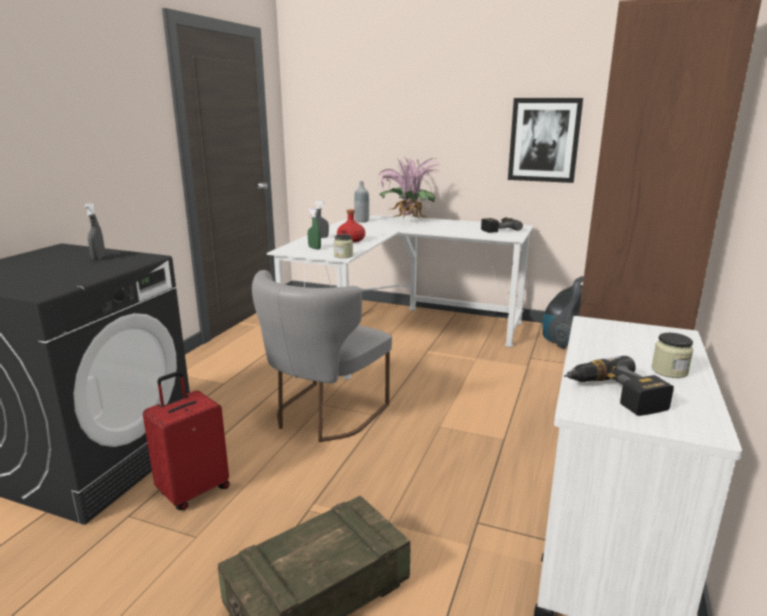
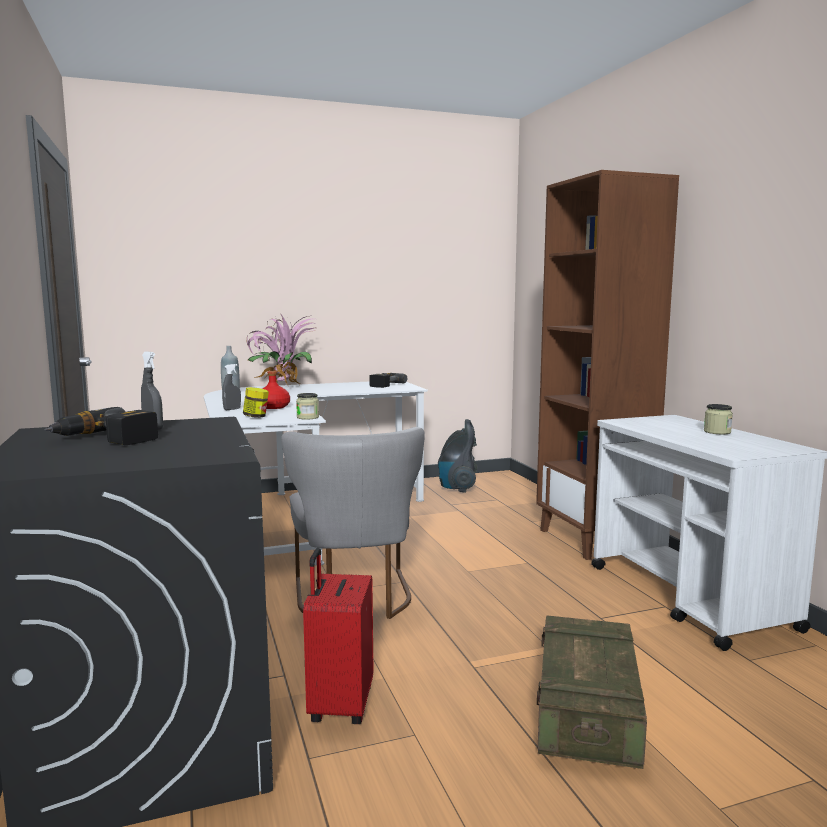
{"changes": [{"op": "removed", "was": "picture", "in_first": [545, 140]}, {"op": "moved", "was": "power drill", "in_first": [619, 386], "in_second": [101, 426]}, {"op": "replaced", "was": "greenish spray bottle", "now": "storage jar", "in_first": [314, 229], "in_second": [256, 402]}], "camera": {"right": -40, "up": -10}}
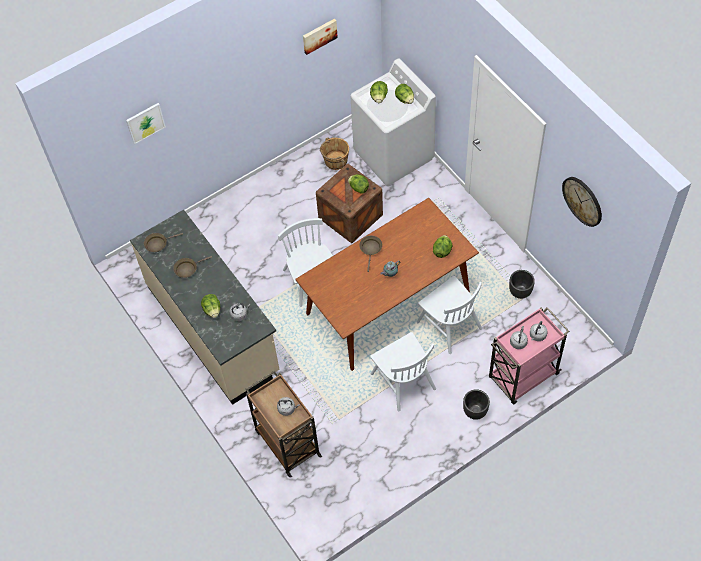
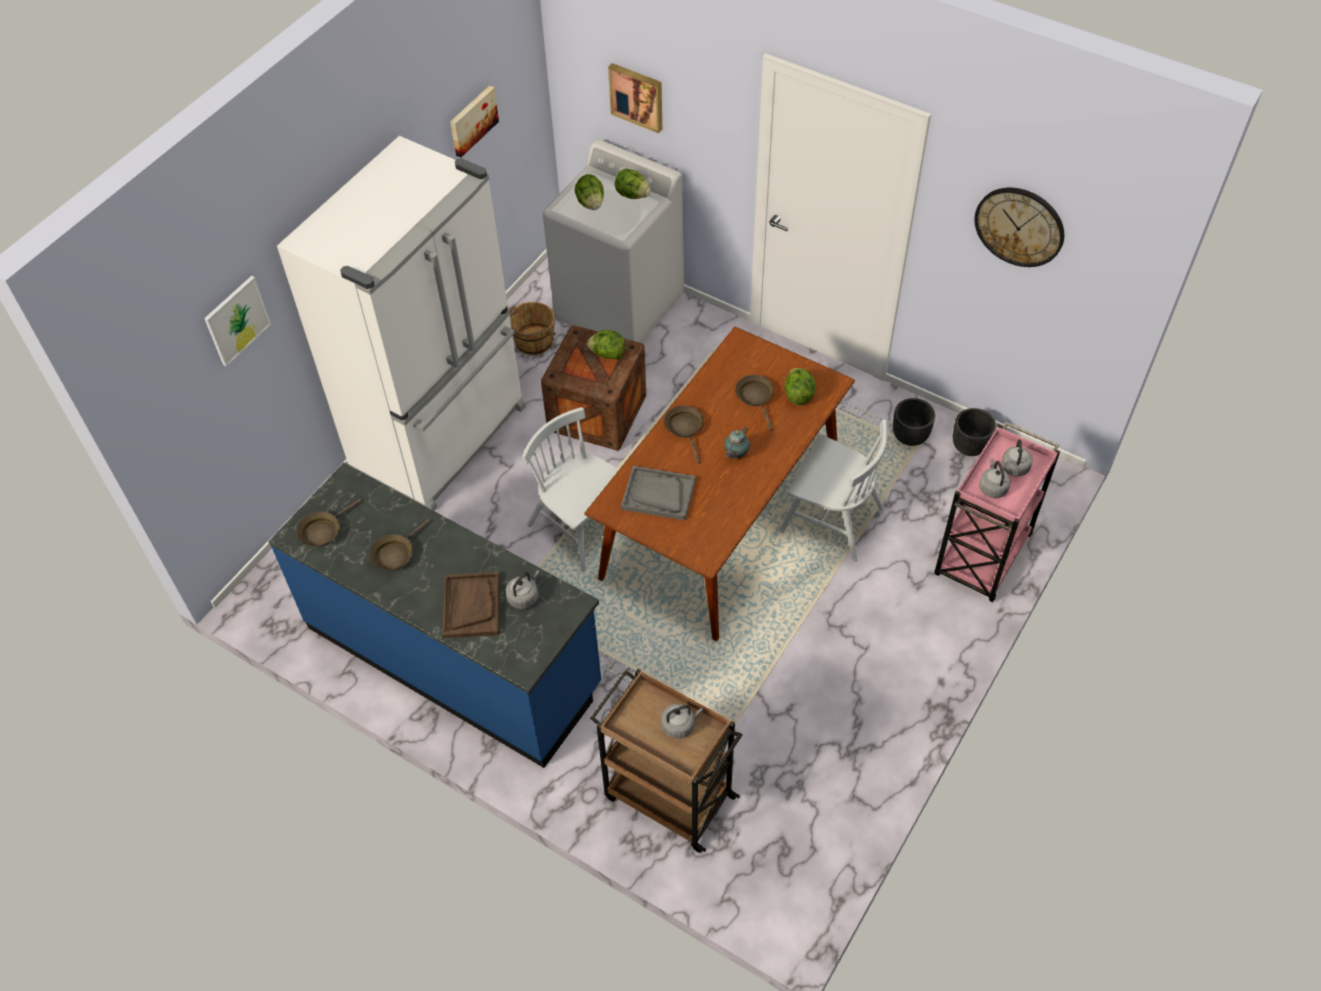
{"changes": [{"op": "removed", "was": "white-coloured chair", "in_first": [403, 371]}, {"op": "added", "now": "white-coloured refrigerator", "in_second": [401, 323]}, {"op": "added", "now": "picture", "in_second": [635, 98]}, {"op": "added", "now": "gray carrying tray", "in_second": [658, 493]}, {"op": "added", "now": "brown skillet", "in_second": [754, 403]}, {"op": "moved", "was": "black-coloured flower pot", "in_first": [476, 404], "in_second": [974, 432]}, {"op": "replaced", "was": "lettuce", "now": "brown carrying tray", "in_first": [210, 306], "in_second": [471, 605]}, {"op": "recoloured", "was": "beige-coloured counter", "now": "blue-coloured counter", "in_first": [205, 307], "in_second": [434, 615]}], "camera": {"right": -25, "up": -5}}
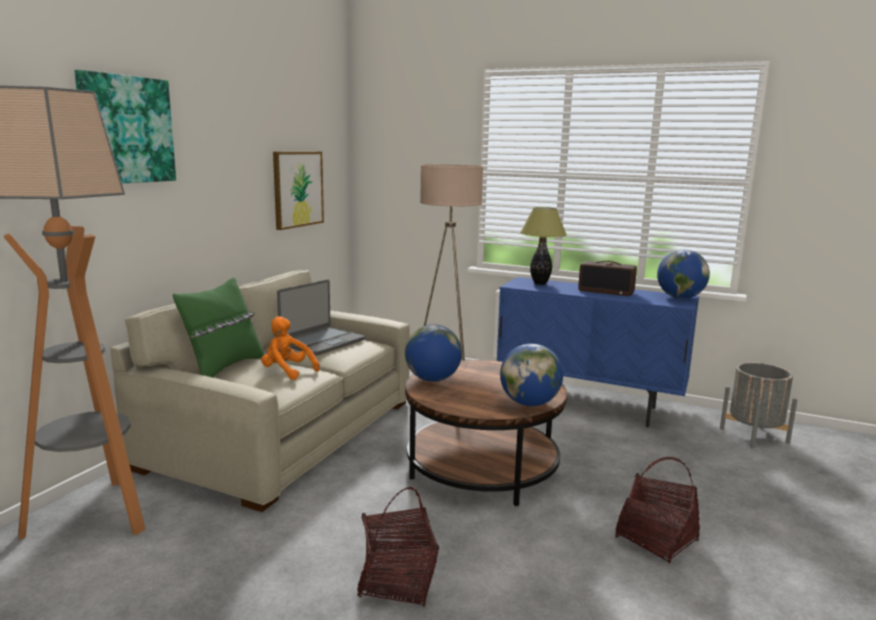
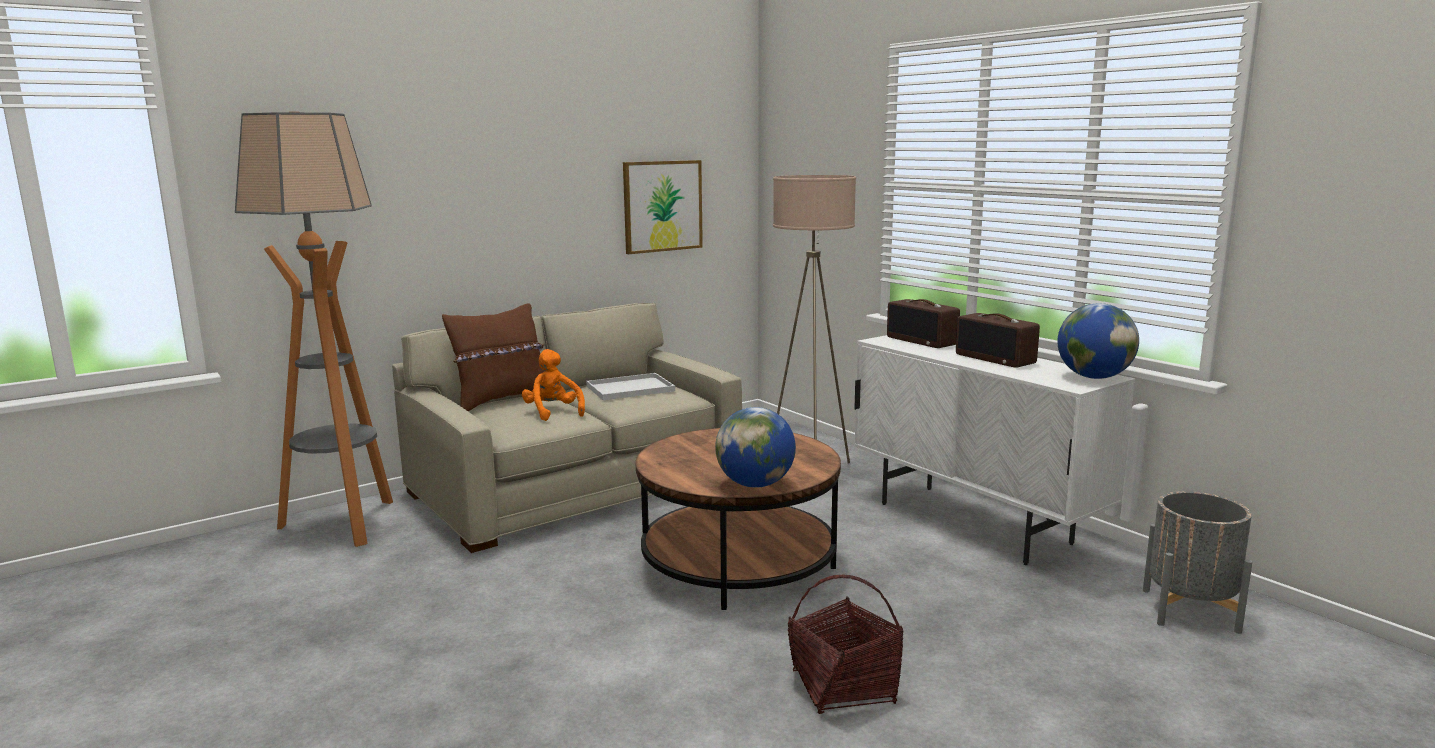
{"changes": [{"op": "removed", "was": "picture", "in_first": [125, 127]}, {"op": "removed", "was": "household basket", "in_first": [398, 547]}, {"op": "removed", "was": "desk globe", "in_first": [433, 353]}, {"op": "replaced", "was": "portable computer", "now": "white-coloured carrying tray", "in_first": [321, 317], "in_second": [630, 386]}, {"op": "replaced", "was": "table lamp", "now": "radio set", "in_first": [543, 246], "in_second": [923, 323]}, {"op": "recoloured", "was": "greenish throw pillow", "now": "brown throw pillow", "in_first": [218, 327], "in_second": [493, 357]}, {"op": "recoloured", "was": "blue-coloured cupboard", "now": "white-coloured cupboard", "in_first": [598, 352], "in_second": [994, 450]}], "camera": {"right": 30, "up": 0}}
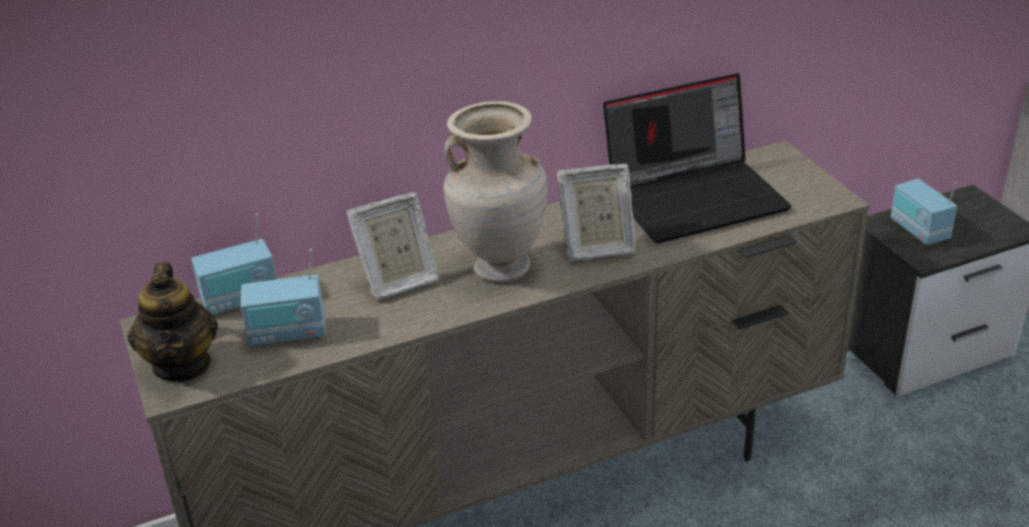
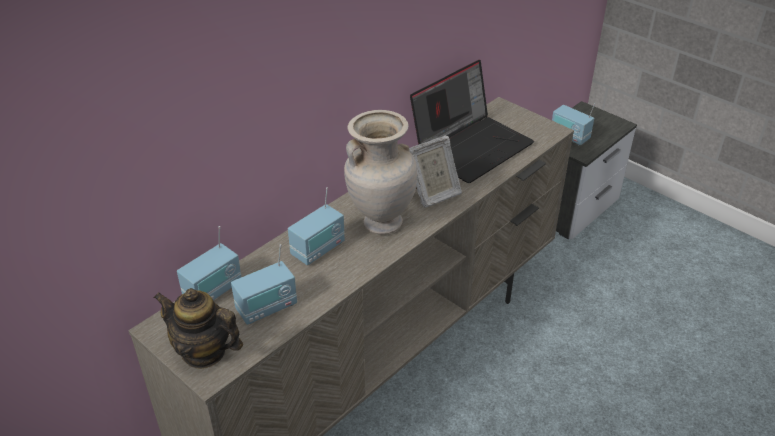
{"changes": [{"op": "replaced", "was": "photo frame", "now": "radio set", "in_first": [392, 246], "in_second": [316, 226]}, {"op": "turned", "was": "teapot", "in_first": [172, 322], "in_second": [198, 328], "clockwise": 150}], "camera": {"right": -25, "up": 5}}
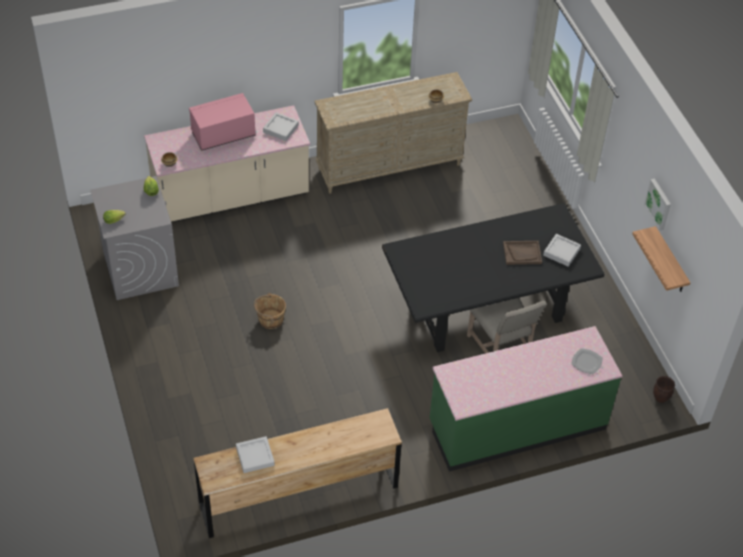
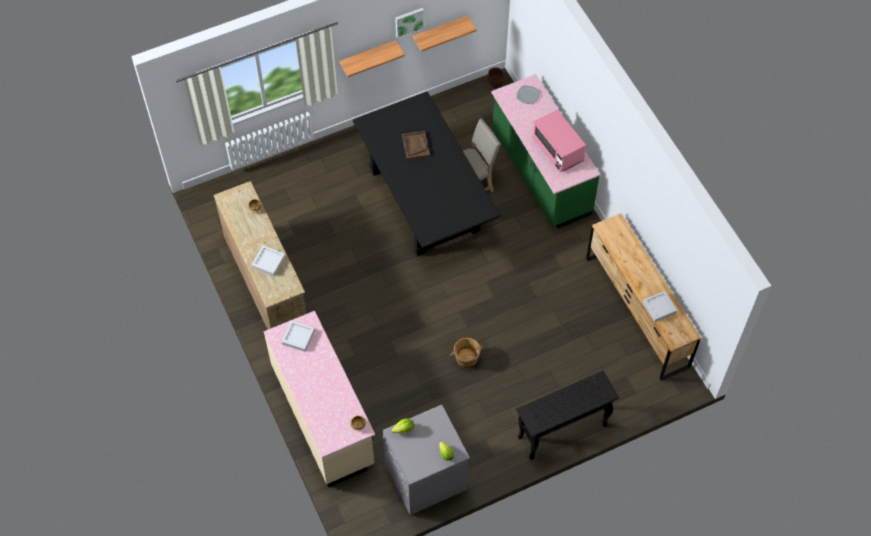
{"changes": [{"op": "added", "now": "shelf", "in_second": [372, 58]}, {"op": "added", "now": "black-coloured narrow table", "in_second": [567, 415]}, {"op": "moved", "was": "pink kitchen microwave", "in_first": [222, 122], "in_second": [559, 141]}, {"op": "moved", "was": "gray carrying tray", "in_first": [562, 250], "in_second": [269, 260]}], "camera": {"right": -95, "up": 10}}
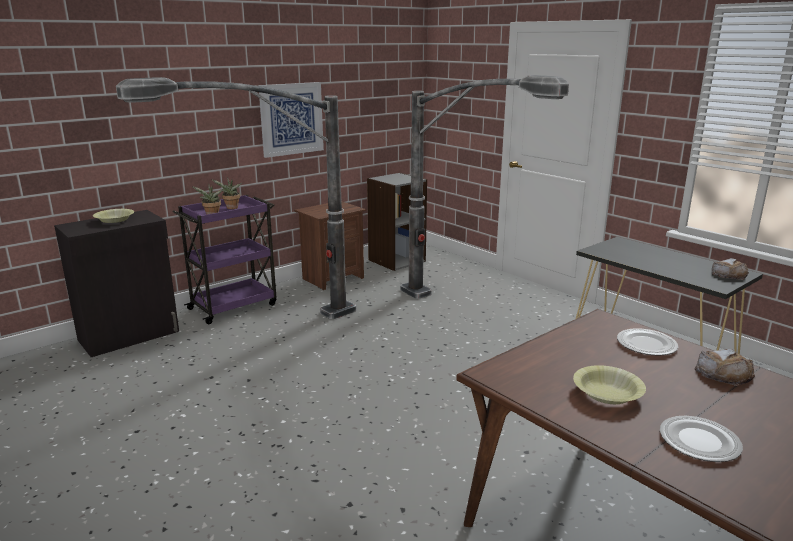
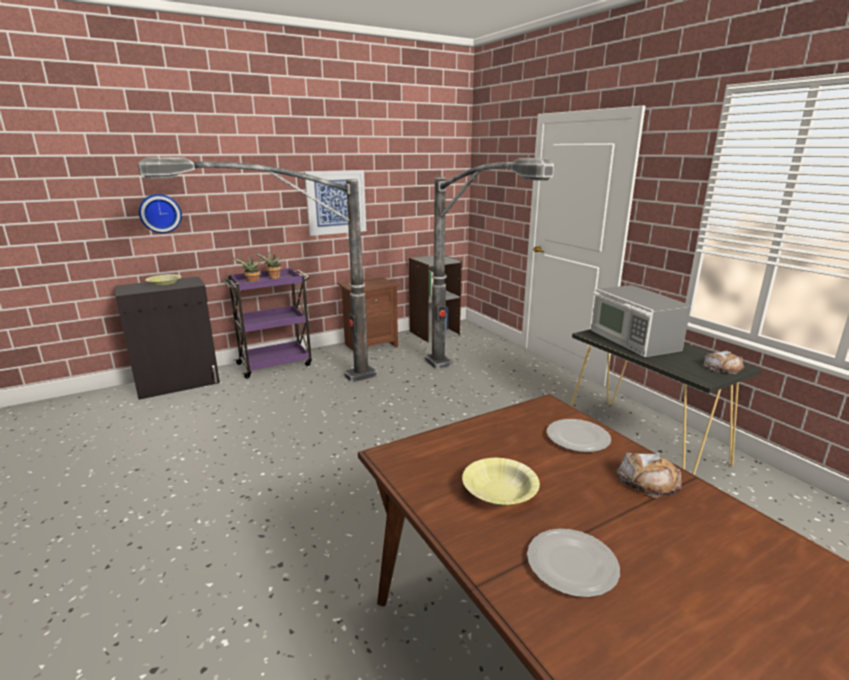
{"changes": [{"op": "added", "now": "wall clock", "in_second": [160, 213]}, {"op": "added", "now": "kitchen microwave", "in_second": [641, 321]}], "camera": {"right": 10, "up": 0}}
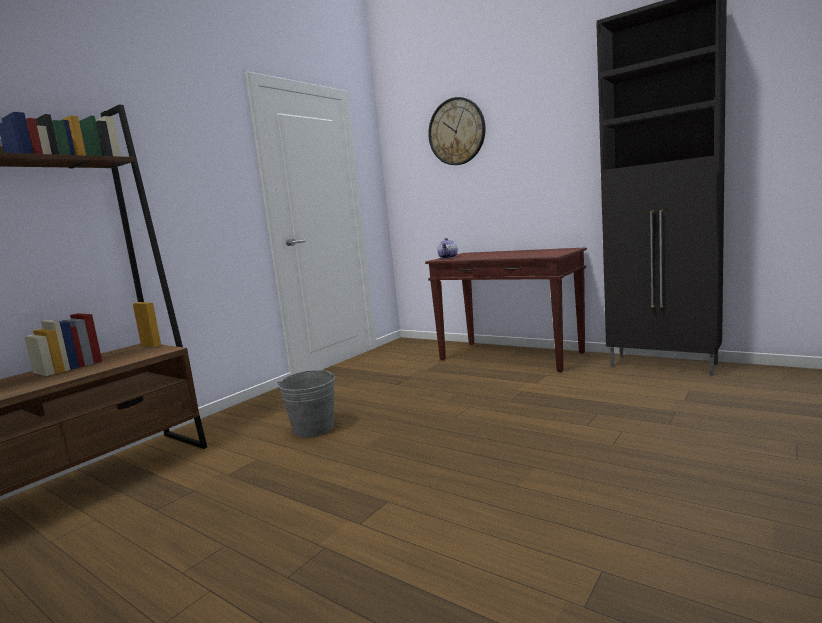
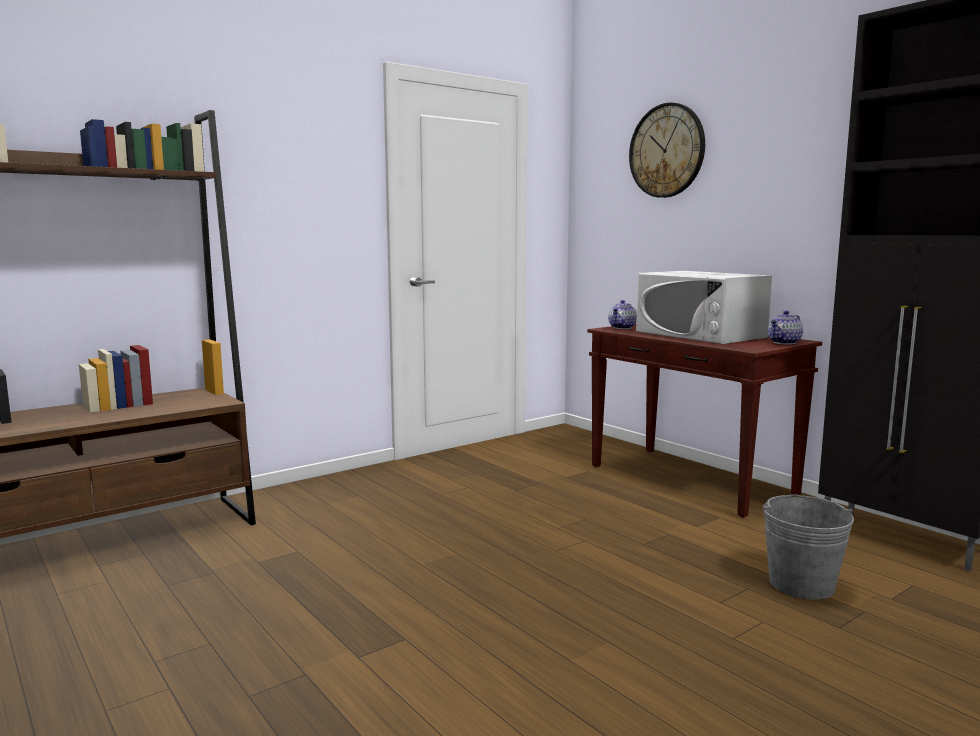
{"changes": [{"op": "added", "now": "white-coloured kitchen microwave", "in_second": [704, 307]}, {"op": "added", "now": "teapot", "in_second": [785, 328]}, {"op": "moved", "was": "gray bucket", "in_first": [306, 404], "in_second": [808, 547]}], "camera": {"right": 15, "up": 0}}
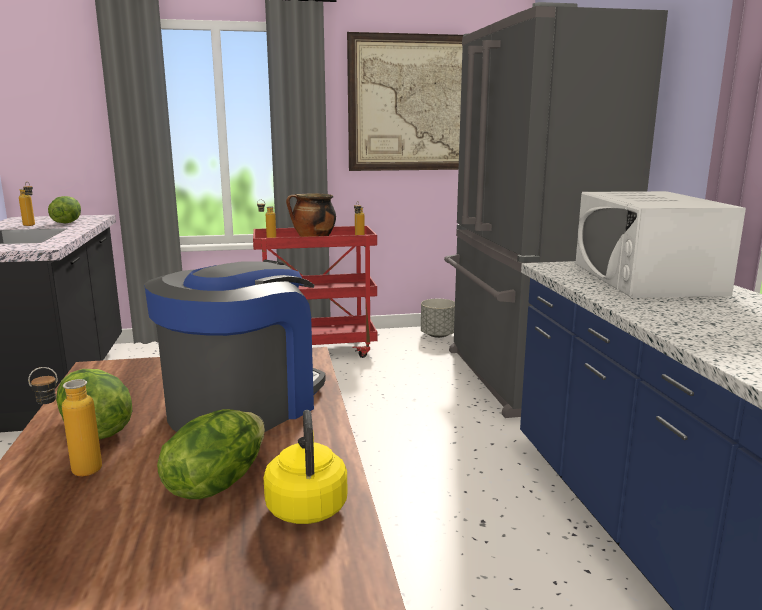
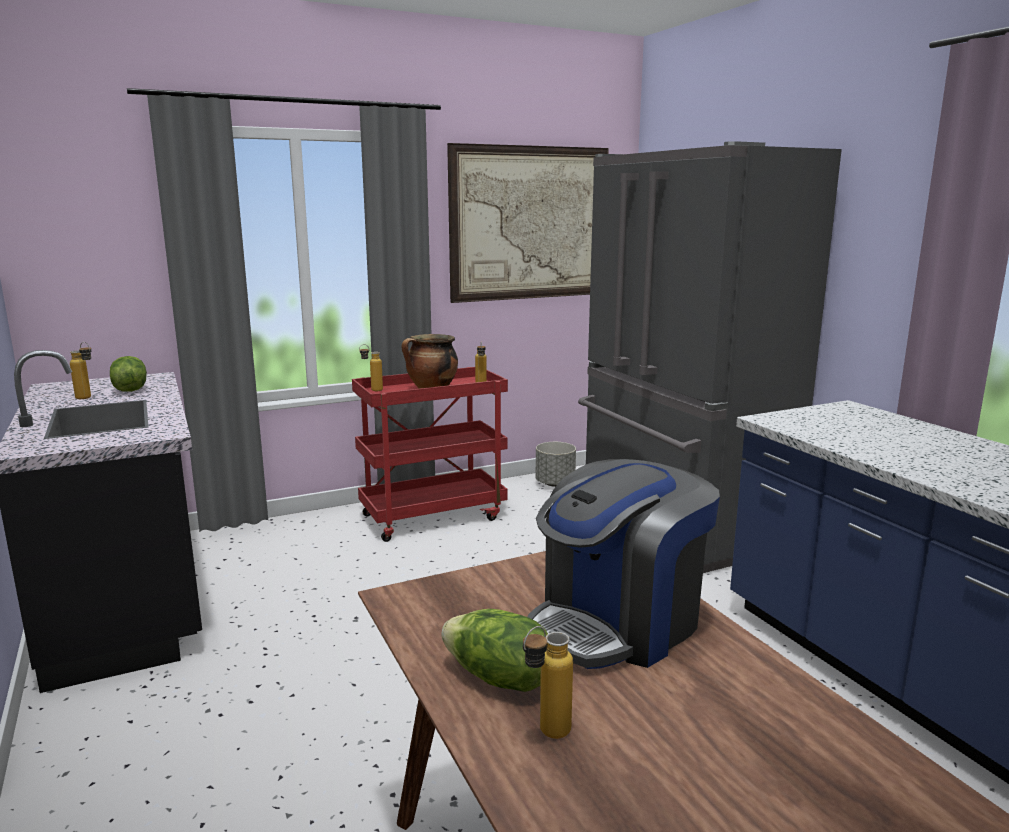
{"changes": [{"op": "removed", "was": "lettuce", "in_first": [211, 454]}, {"op": "removed", "was": "yellowish tea kettle", "in_first": [306, 467]}, {"op": "removed", "was": "white-coloured kitchen microwave", "in_first": [660, 244]}, {"op": "turned", "was": "coffee maker", "in_first": [234, 345], "in_second": [623, 564], "clockwise": -150}], "camera": {"right": -15, "up": 0}}
